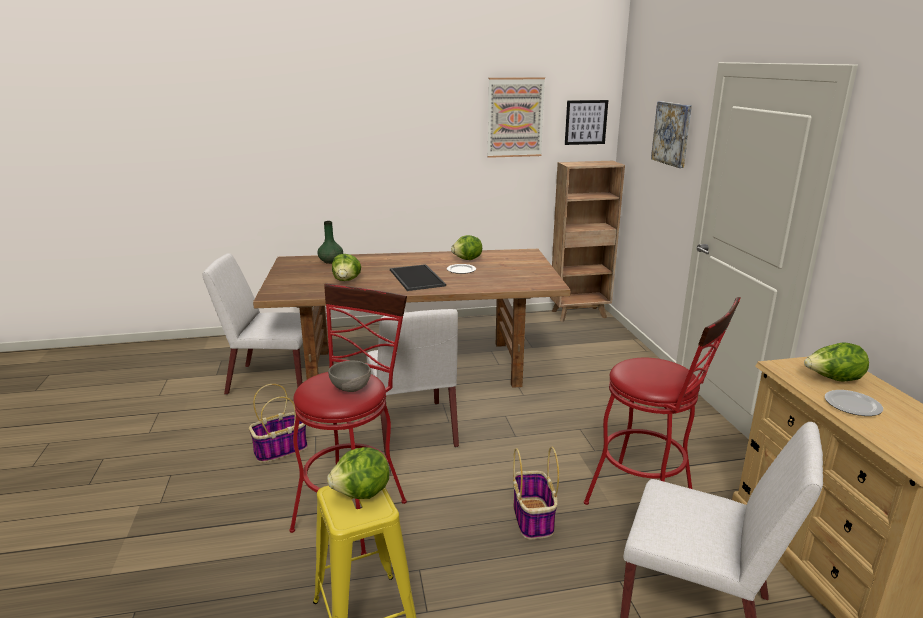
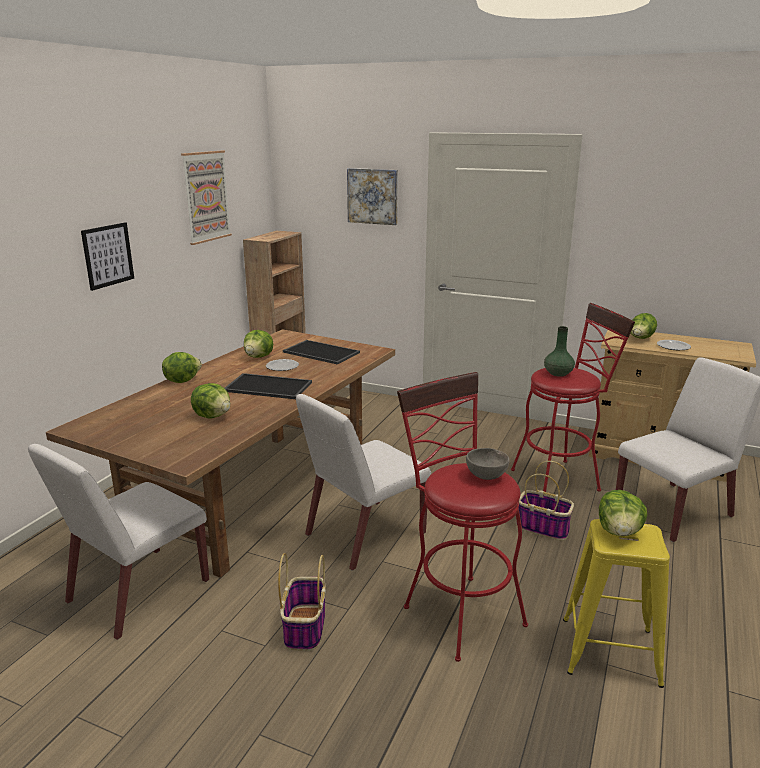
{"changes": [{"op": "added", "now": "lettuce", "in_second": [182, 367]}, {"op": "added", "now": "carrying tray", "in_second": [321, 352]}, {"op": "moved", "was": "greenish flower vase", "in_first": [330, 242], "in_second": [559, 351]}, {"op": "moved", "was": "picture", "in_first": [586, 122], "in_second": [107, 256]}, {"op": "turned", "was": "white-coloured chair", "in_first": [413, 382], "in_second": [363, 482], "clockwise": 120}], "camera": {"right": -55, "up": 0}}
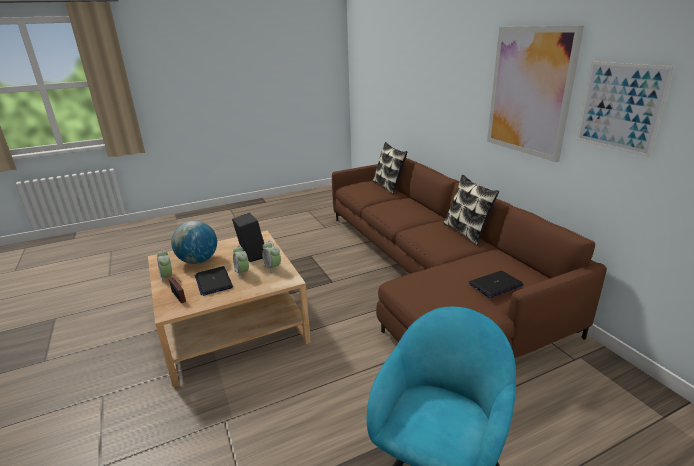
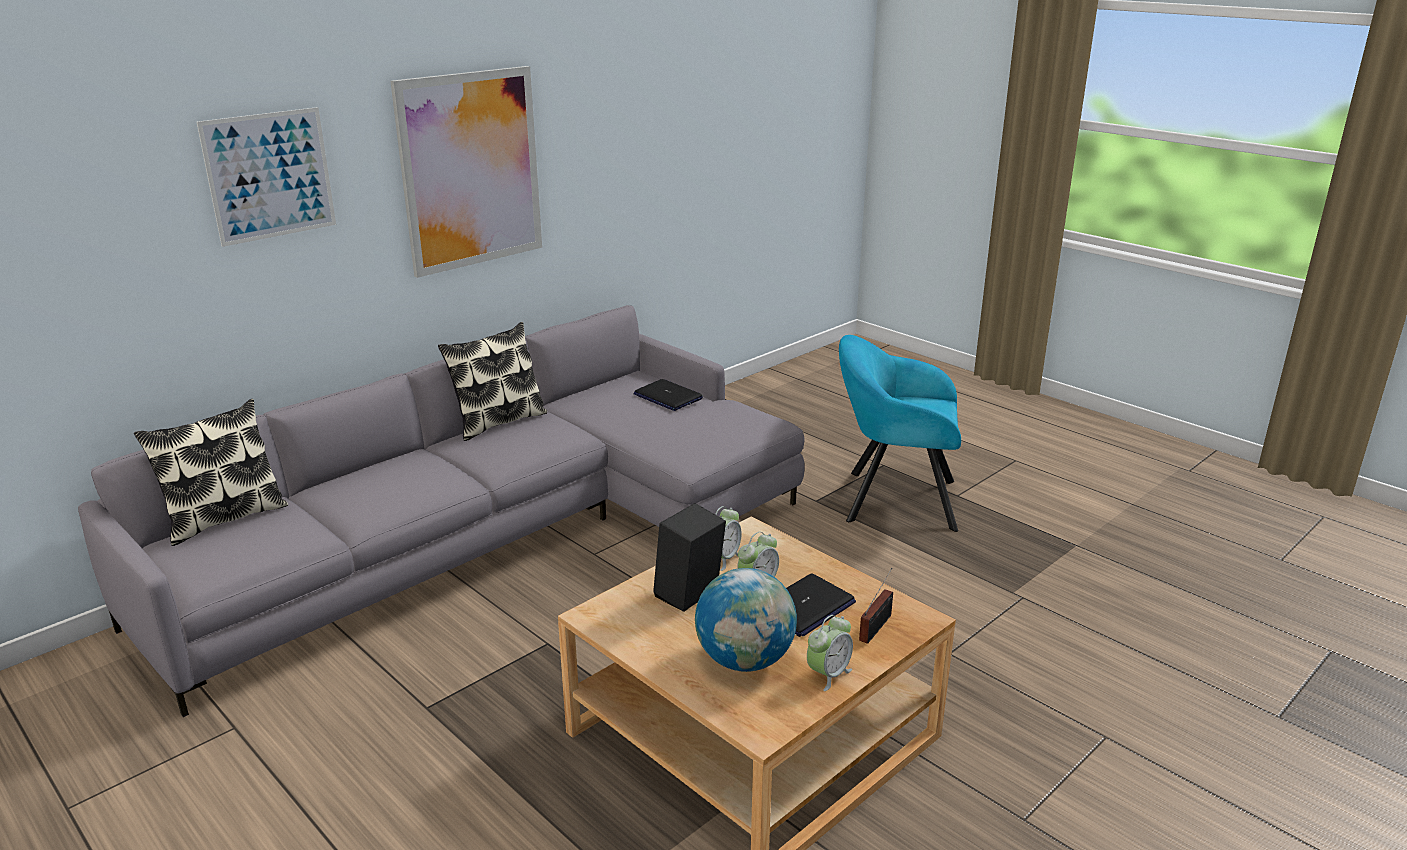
{"changes": [{"op": "moved", "was": "picture", "in_first": [625, 109], "in_second": [266, 177]}, {"op": "recoloured", "was": "brown settee", "now": "gray settee", "in_first": [469, 255], "in_second": [441, 511]}], "camera": {"right": -110, "up": 0}}
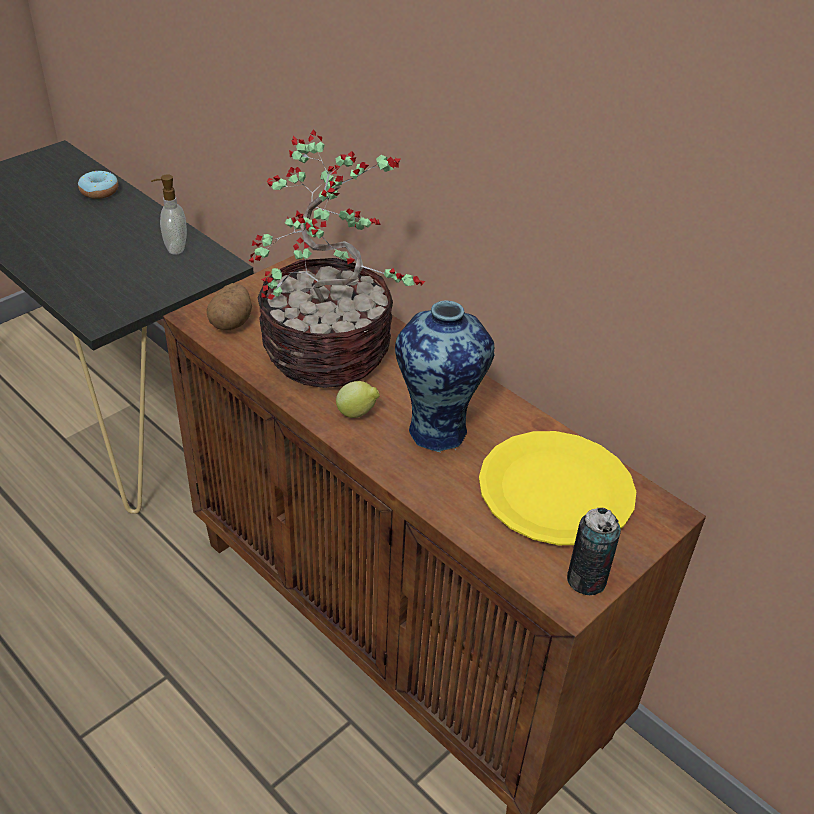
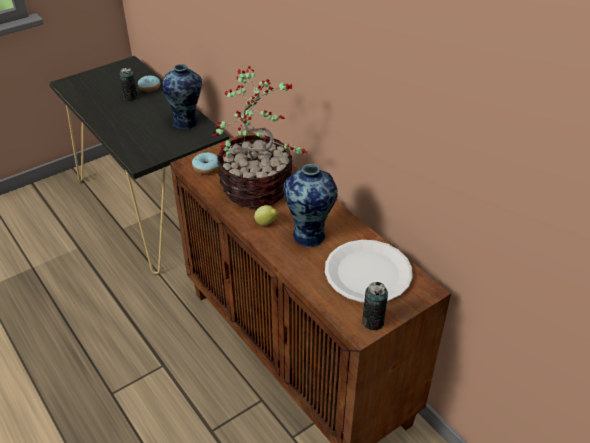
{"changes": [{"op": "added", "now": "can", "in_second": [128, 84]}, {"op": "replaced", "was": "liquid soap bottle", "now": "flower vase", "in_first": [169, 214], "in_second": [182, 96]}, {"op": "replaced", "was": "potato", "now": "donut", "in_first": [229, 306], "in_second": [205, 163]}, {"op": "recoloured", "was": "yellowish plate", "now": "white-coloured plate", "in_first": [557, 488], "in_second": [369, 271]}], "camera": {"right": 10, "up": 0}}
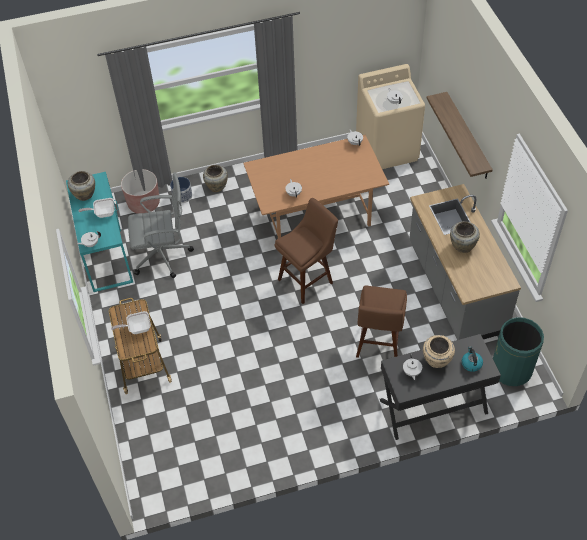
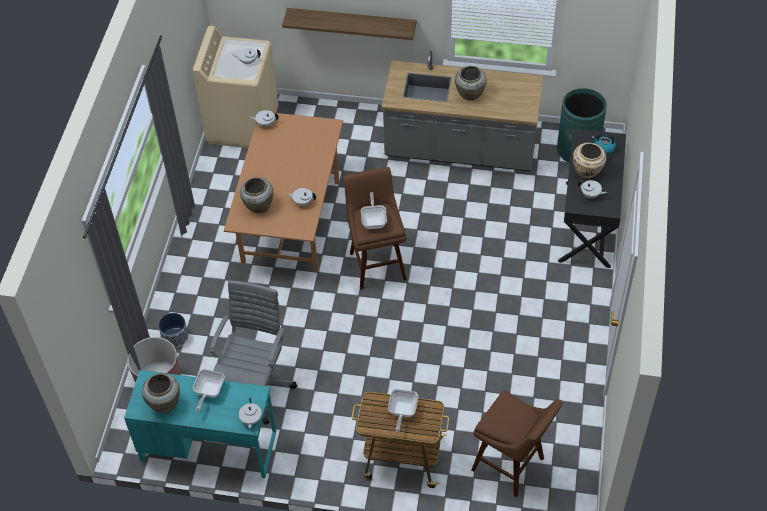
{"changes": [{"op": "added", "now": "skillet", "in_second": [374, 210]}, {"op": "moved", "was": "beige-coloured flower vase", "in_first": [215, 178], "in_second": [256, 195]}, {"op": "moved", "was": "brown stool", "in_first": [381, 322], "in_second": [517, 443]}], "camera": {"right": -65, "up": 0}}
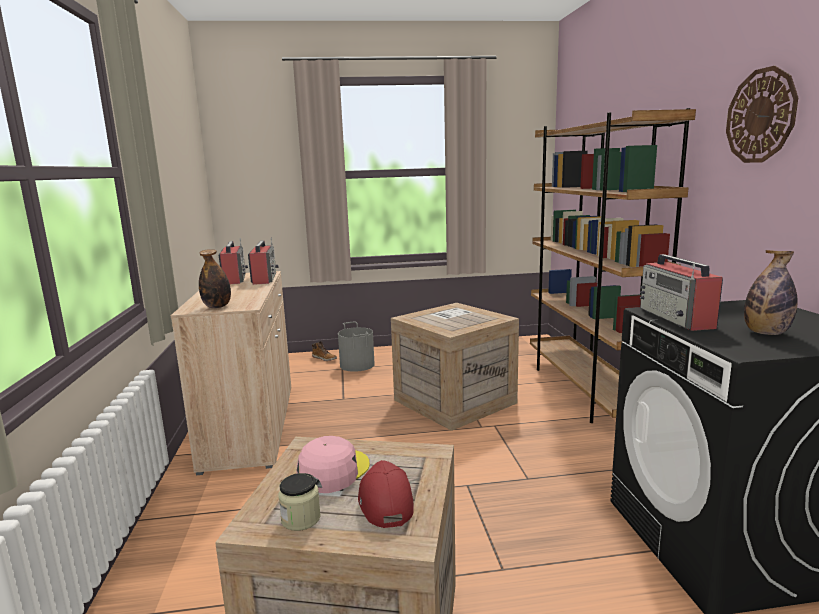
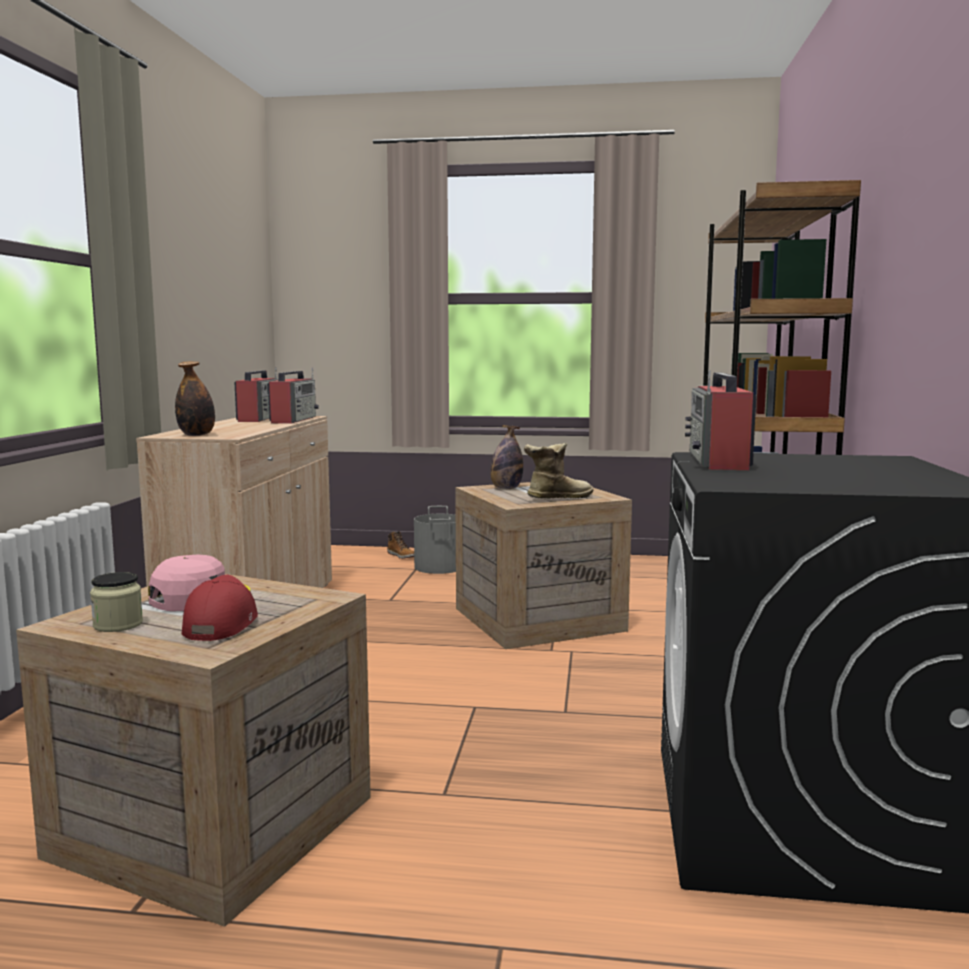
{"changes": [{"op": "removed", "was": "wall clock", "in_first": [762, 114]}, {"op": "added", "now": "tall boot", "in_second": [558, 470]}, {"op": "moved", "was": "bottle", "in_first": [770, 292], "in_second": [506, 457]}], "camera": {"right": 15, "up": -5}}
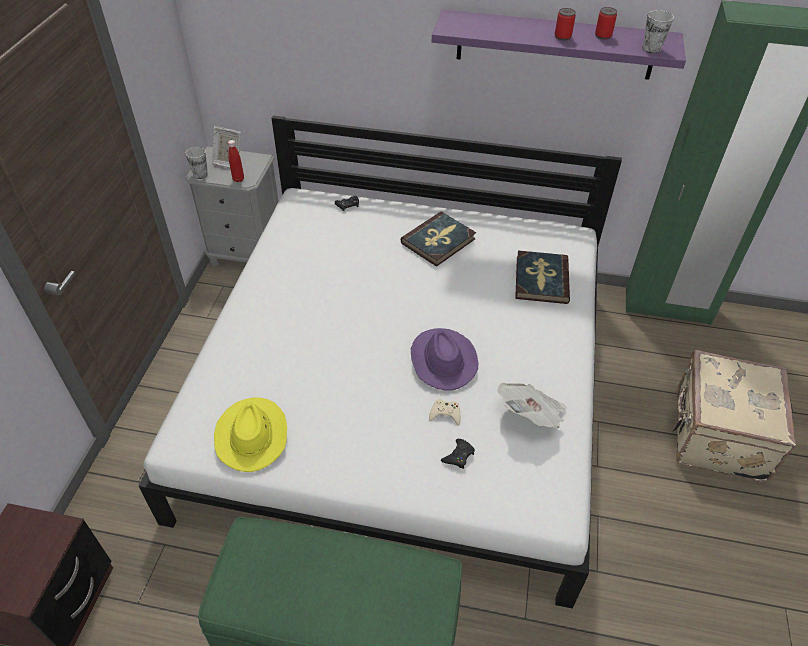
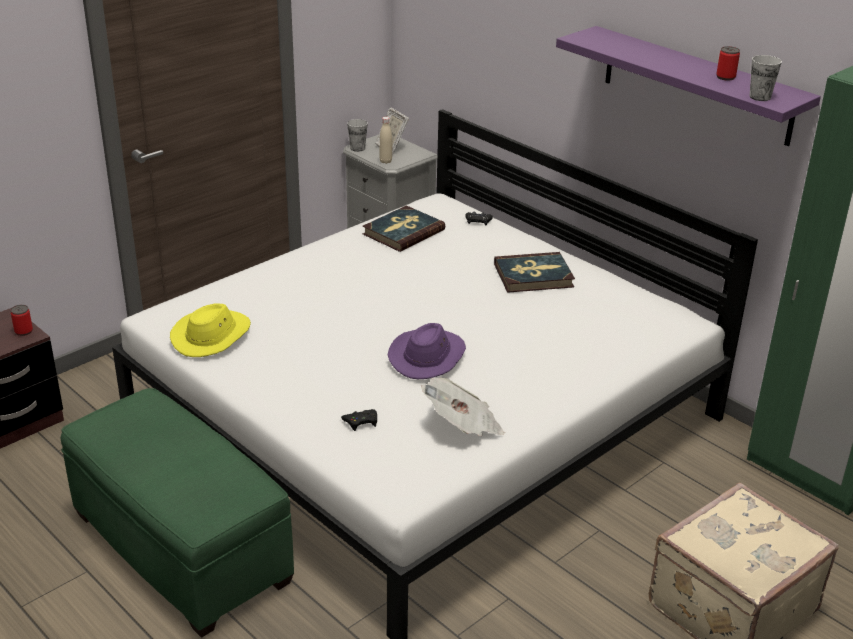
{"changes": [{"op": "removed", "was": "beige-coloured gamepad", "in_first": [445, 412]}, {"op": "moved", "was": "book", "in_first": [542, 277], "in_second": [404, 228]}, {"op": "moved", "was": "can", "in_first": [565, 24], "in_second": [22, 320]}, {"op": "recoloured", "was": "red bottle", "now": "beige-coloured bottle", "in_first": [236, 161], "in_second": [386, 140]}], "camera": {"right": 35, "up": -15}}
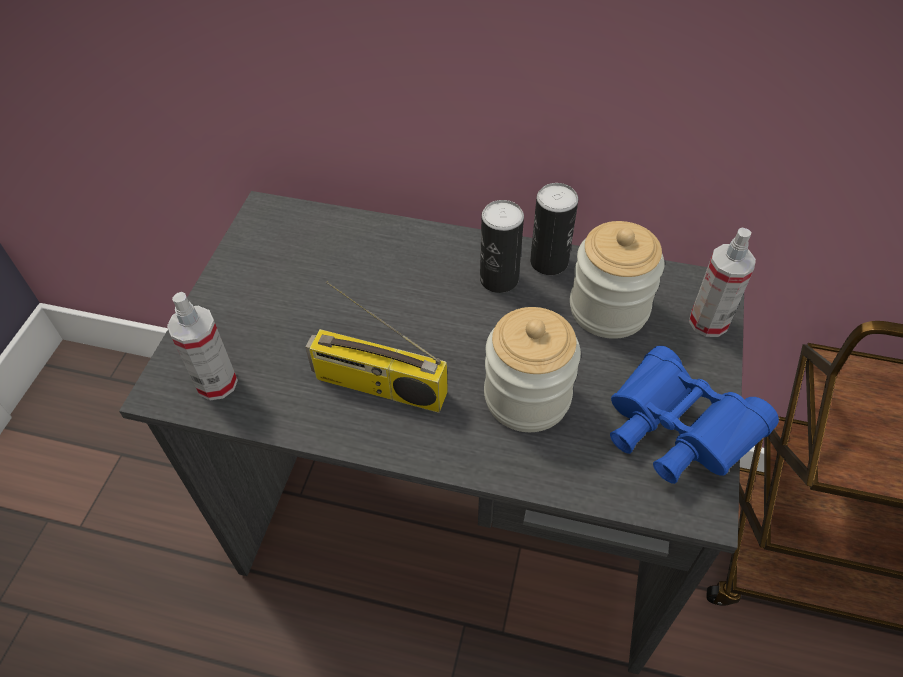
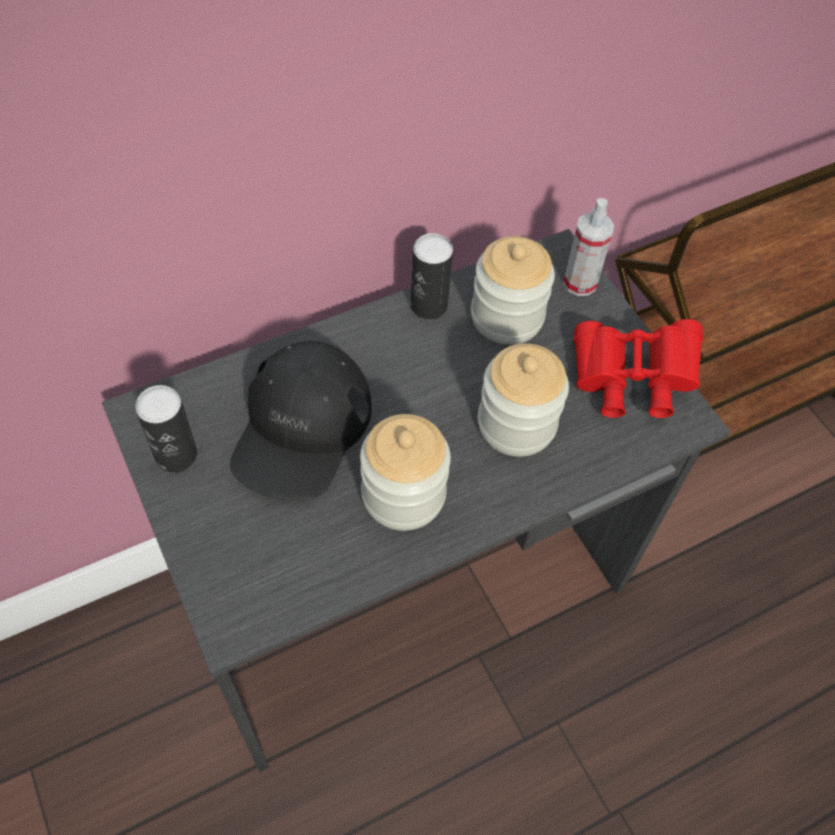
{"changes": [{"op": "removed", "was": "spray bottle", "in_first": [202, 346]}, {"op": "added", "now": "black-coloured peaked cap", "in_second": [300, 420]}, {"op": "moved", "was": "can", "in_first": [502, 246], "in_second": [166, 429]}, {"op": "replaced", "was": "radio set", "now": "storage jar", "in_first": [376, 347], "in_second": [405, 472]}, {"op": "recoloured", "was": "blue-coloured binoculars", "now": "red binoculars", "in_first": [694, 415], "in_second": [638, 368]}], "camera": {"right": -45, "up": 5}}
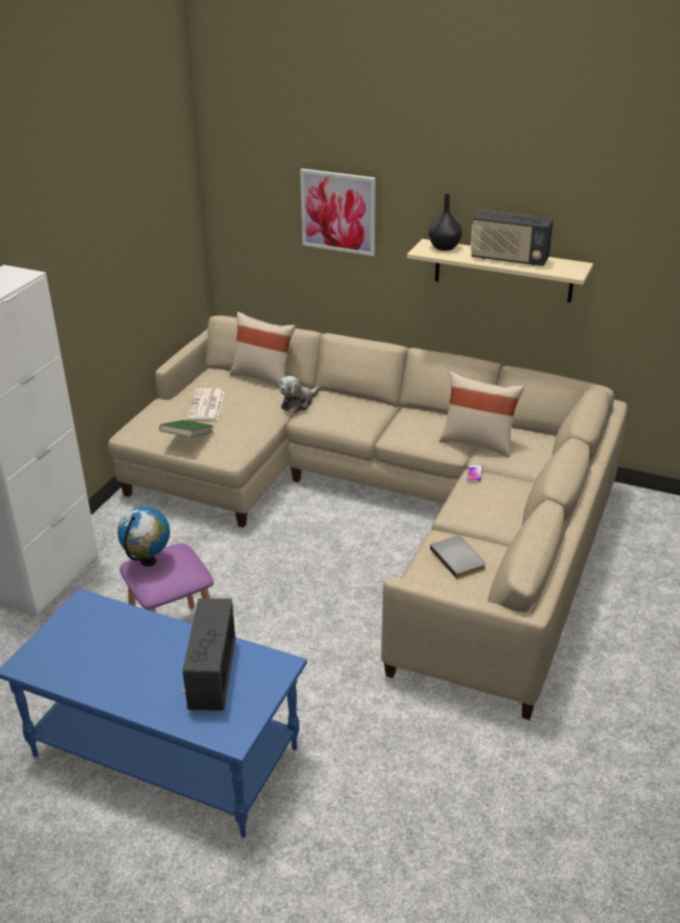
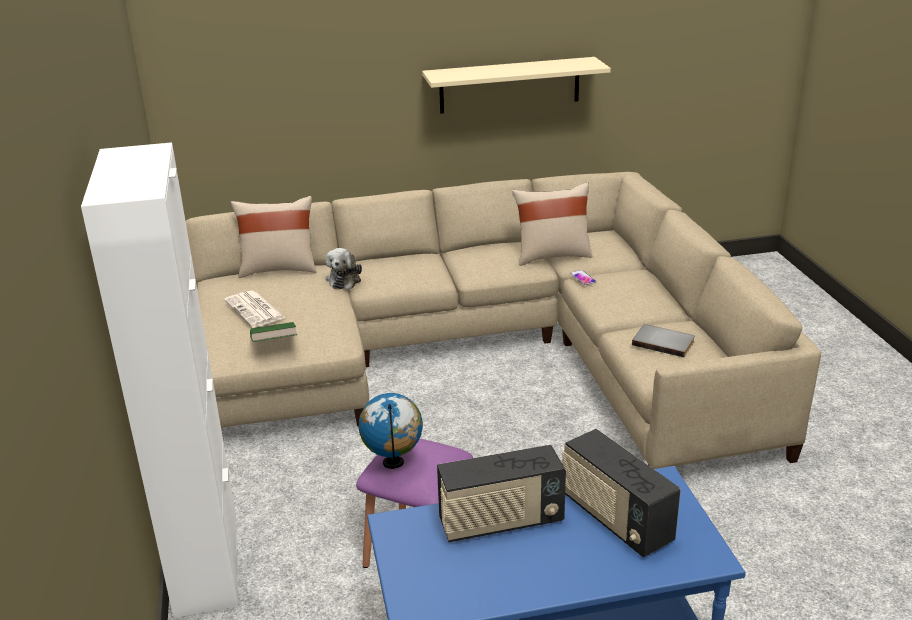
{"changes": [{"op": "removed", "was": "picture", "in_first": [338, 212]}, {"op": "removed", "was": "black-coloured flower vase", "in_first": [445, 222]}, {"op": "moved", "was": "radio set", "in_first": [512, 238], "in_second": [501, 493]}], "camera": {"right": -35, "up": -5}}
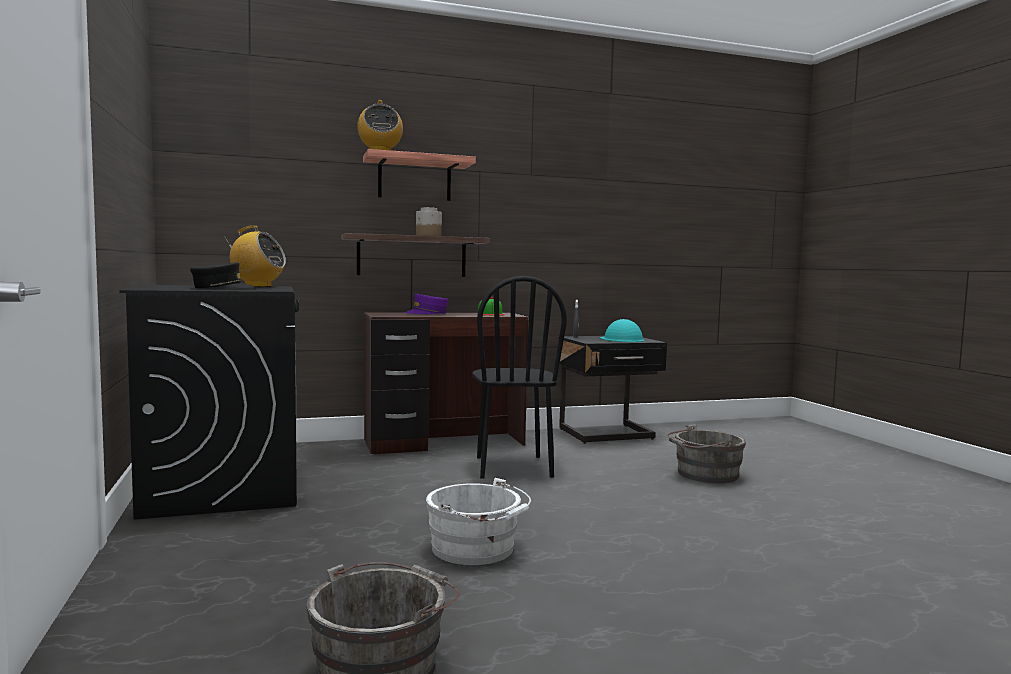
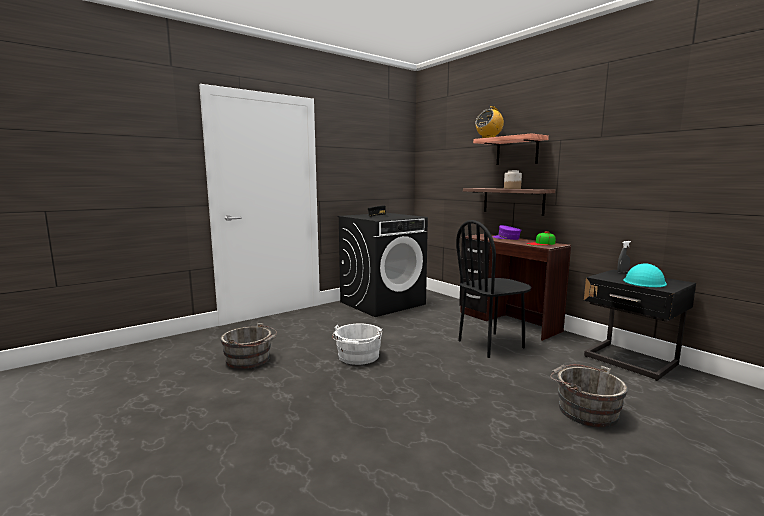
{"changes": [{"op": "removed", "was": "radio set", "in_first": [255, 256]}], "camera": {"right": 70, "up": 5}}
